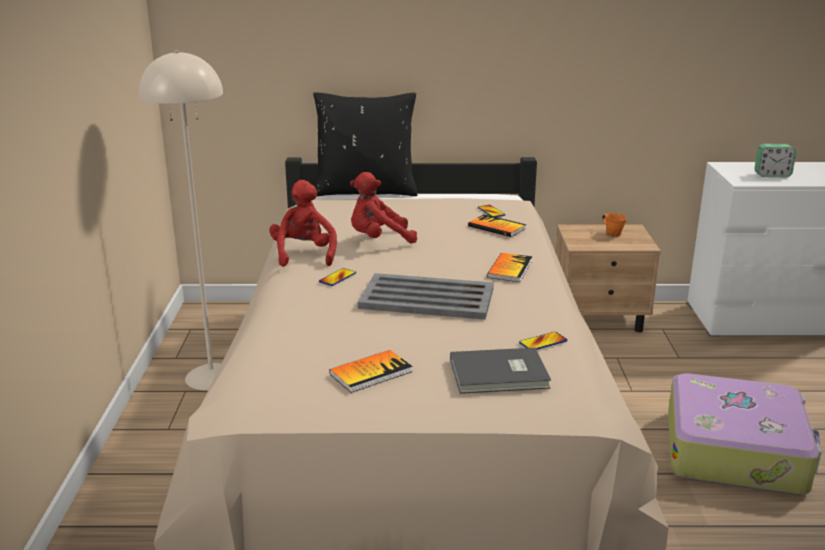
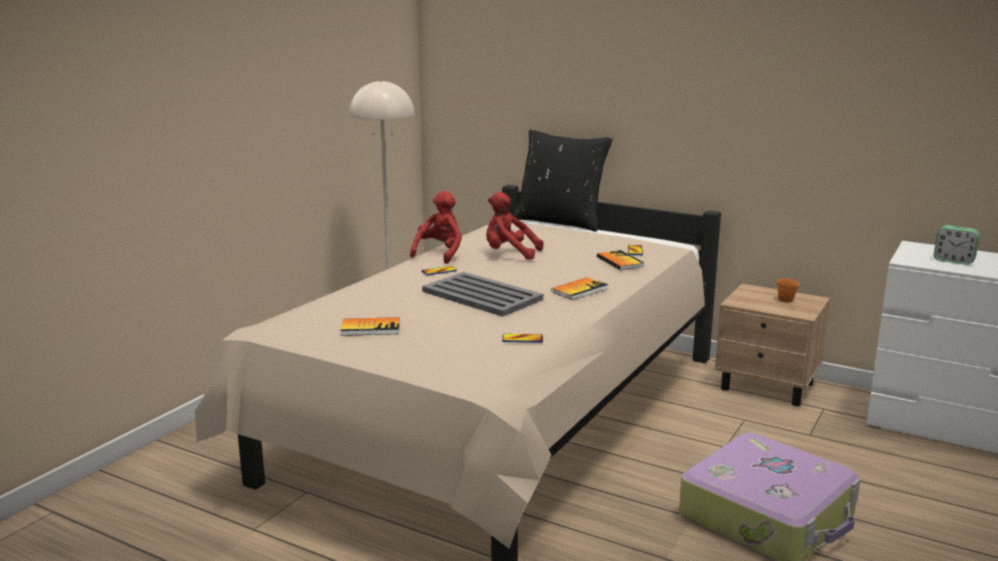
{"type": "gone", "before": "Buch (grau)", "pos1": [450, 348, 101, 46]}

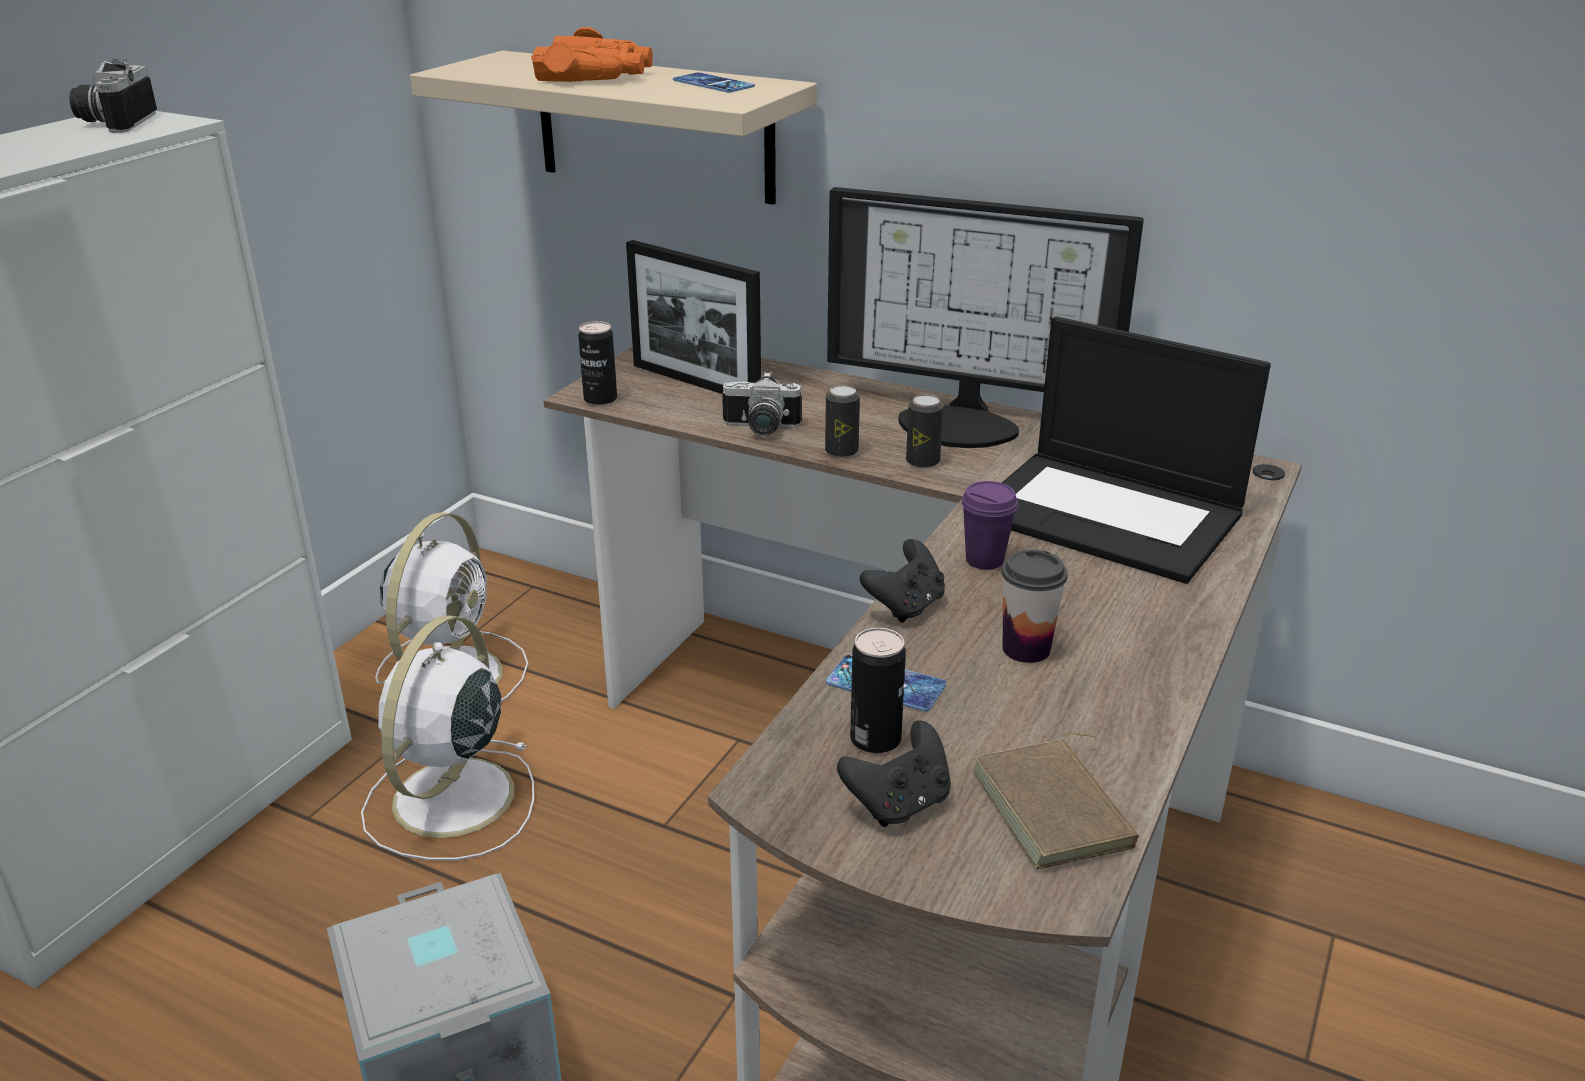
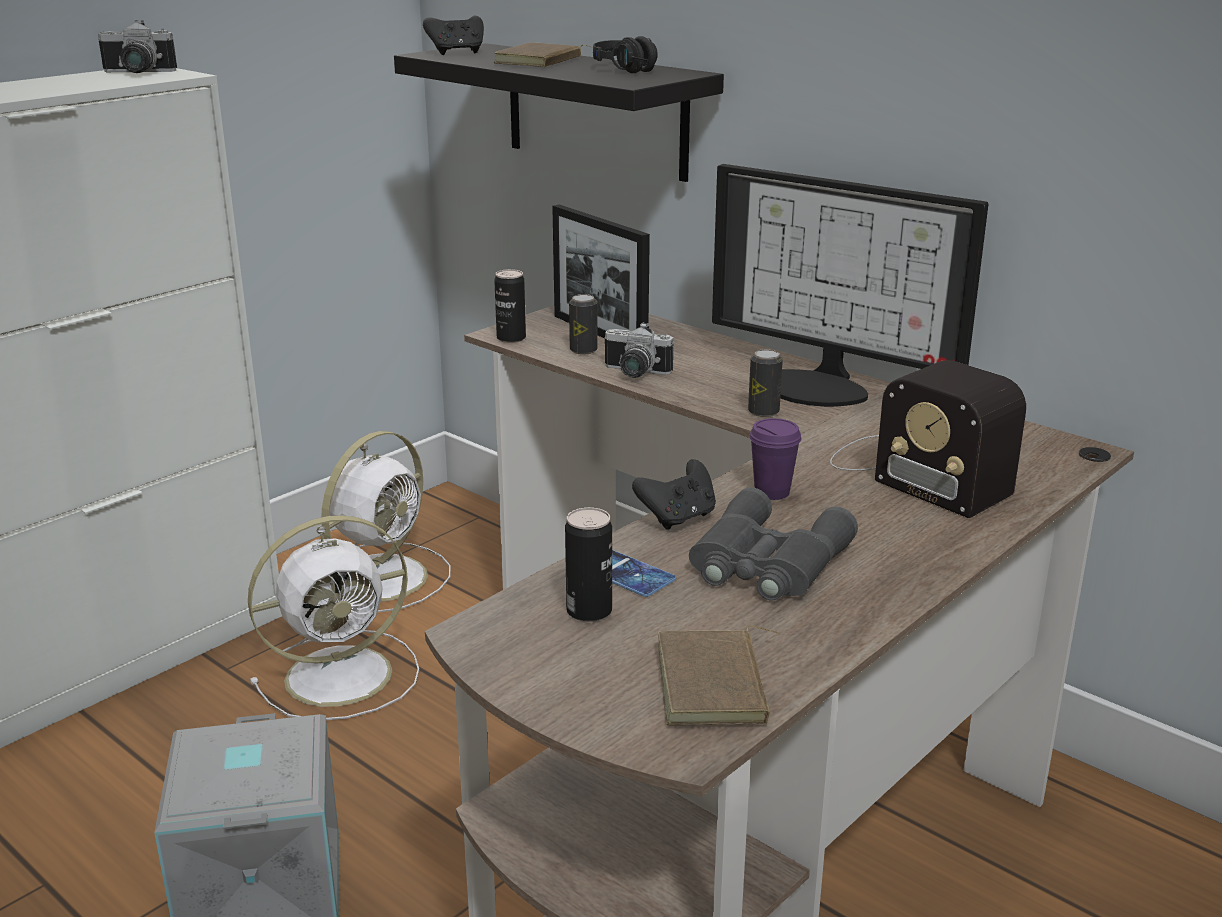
{"type": "rotated", "before": "Kamera", "pos1": [69, 59, 88, 74], "pos2": [98, 20, 79, 53], "turn": -105}
{"type": "rotated", "before": "Ventilator (weiß)", "pos1": [361, 615, 173, 246], "pos2": [248, 515, 171, 205], "turn": -150}
{"type": "repainted", "before": "Wandregal (beige)", "after": "Wandregal (schwarz)", "pos1": [410, 50, 407, 155], "pos2": [394, 43, 330, 139]}
{"type": "shifted", "before": "Gamepad (schwarz)", "pos1": [837, 720, 114, 107], "pos2": [423, 16, 61, 39]}
{"type": "swapped", "before": "Fernglas (orange)", "after": "Buch (braun)", "pos1": [531, 27, 122, 55], "pos2": [494, 42, 99, 25]}
{"type": "shifted", "before": "Dose", "pos1": [825, 385, 35, 73], "pos2": [569, 294, 29, 61]}
{"type": "swapped", "before": "Handy", "after": "Kopfhörer (schwarz)", "pos1": [673, 72, 82, 20], "pos2": [593, 36, 65, 37]}
{"type": "swapped", "before": "Tasse", "after": "Fernglas (grau)", "pos1": [1001, 549, 67, 114], "pos2": [689, 487, 169, 114]}
{"type": "swapped", "before": "Laptop", "after": "Radio", "pos1": [1002, 316, 269, 268], "pos2": [830, 360, 196, 158]}

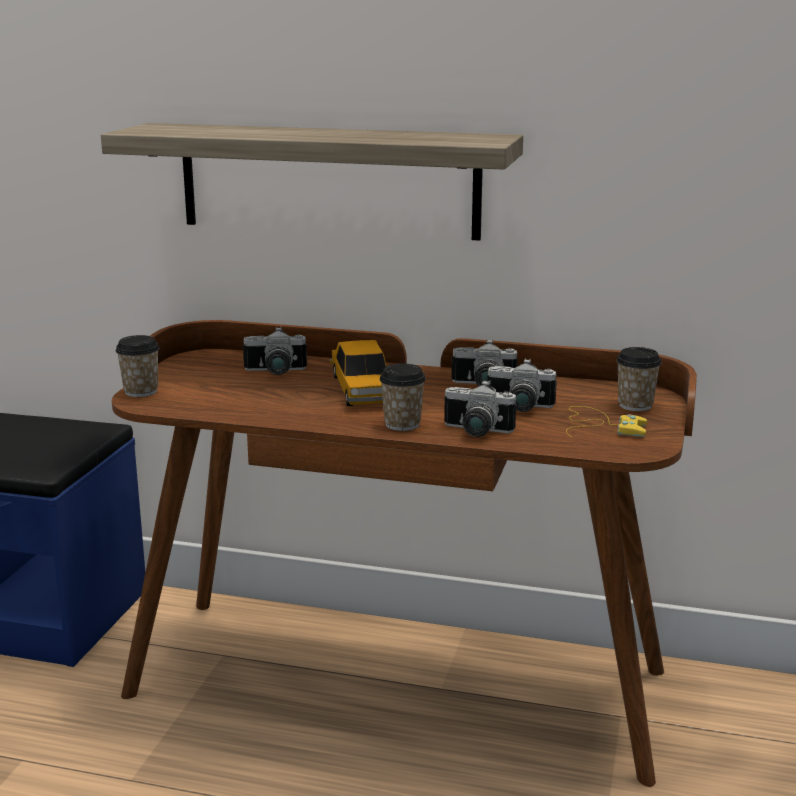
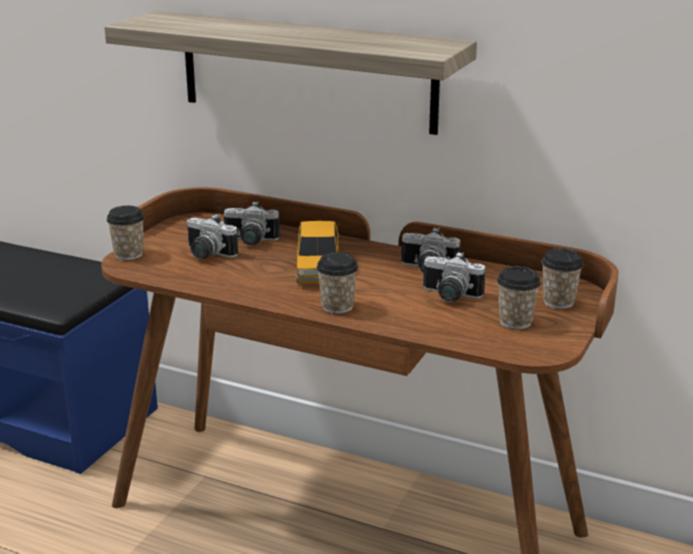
{"type": "shifted", "before": "Kamera", "pos1": [444, 380, 72, 57], "pos2": [186, 214, 52, 45]}
{"type": "swapped", "before": "Gamepad (gelb)", "after": "Tasse", "pos1": [566, 406, 81, 31], "pos2": [497, 266, 44, 63]}

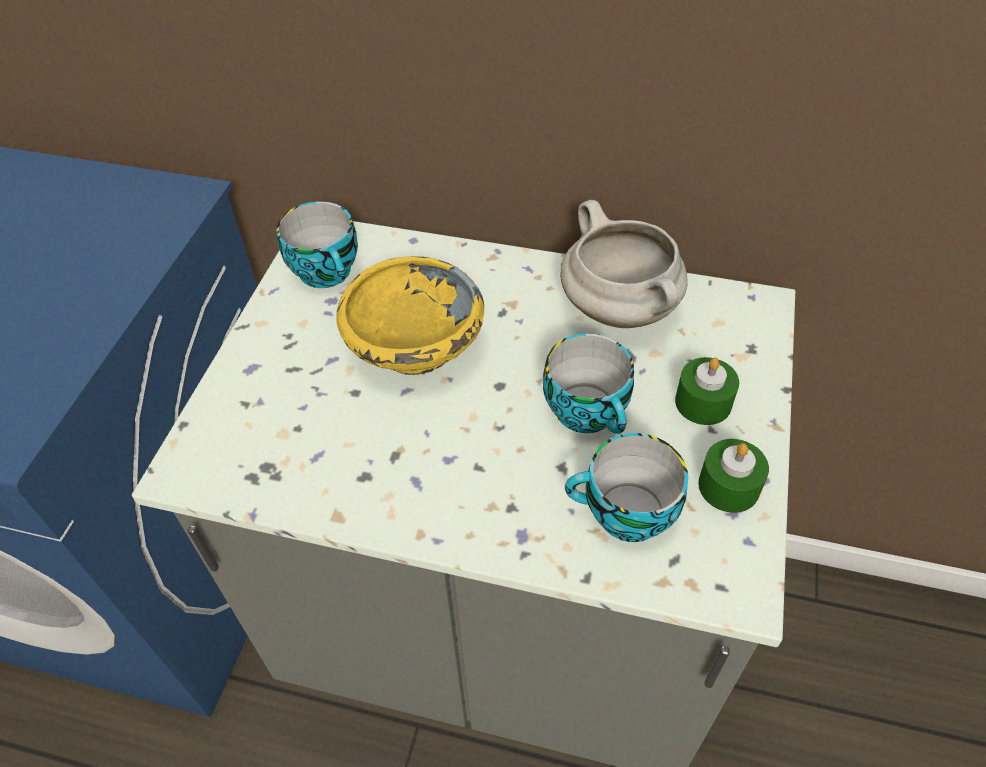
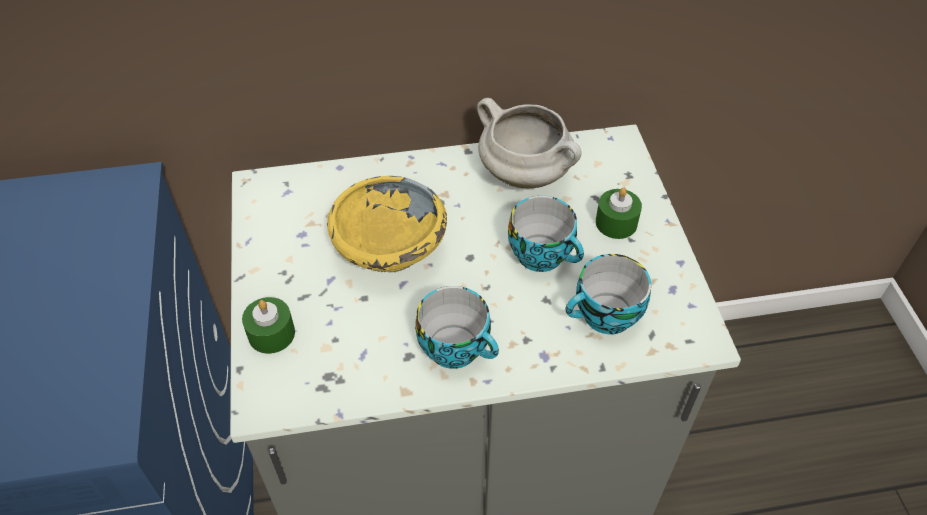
{"type": "shifted", "before": "Kerze (grün)", "pos1": [698, 439, 71, 74], "pos2": [242, 297, 53, 57]}
{"type": "shifted", "before": "Tasse", "pos1": [276, 201, 82, 87], "pos2": [415, 286, 84, 83]}

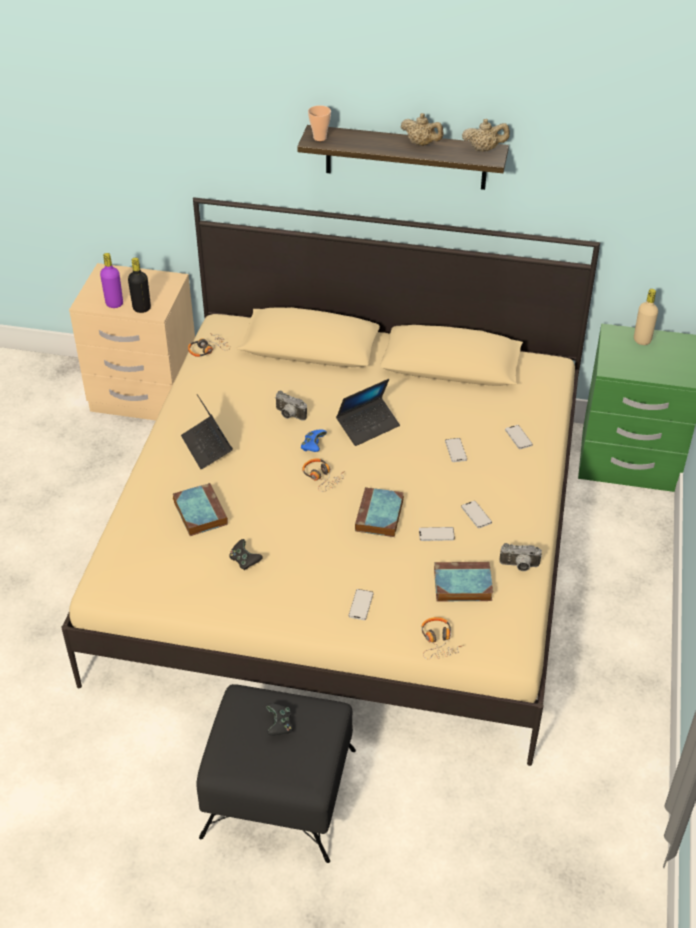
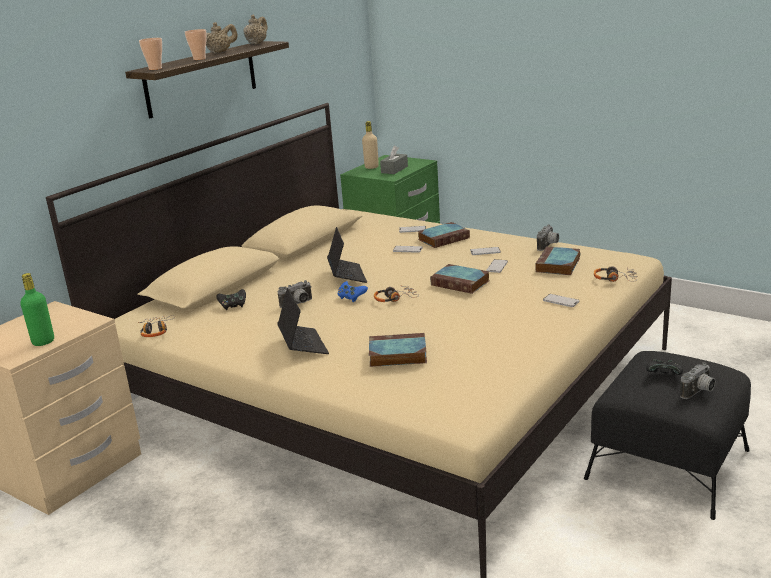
{"type": "repainted", "before": "Flasche (lila)", "after": "Flasche (grün)", "pos1": [100, 253, 23, 55], "pos2": [20, 273, 34, 73]}
{"type": "new", "after": "Tasse", "pos2": [185, 29, 22, 31]}
{"type": "shifted", "before": "Gamepad (schwarz)", "pos1": [229, 539, 34, 31], "pos2": [216, 289, 30, 21]}
{"type": "rotated", "before": "Laptop", "pos1": [181, 394, 52, 76], "pos2": [277, 288, 52, 66], "turn": -105}
{"type": "new", "after": "Taschentuchbox (grau)", "pos2": [380, 146, 28, 28]}
{"type": "new", "after": "Buch", "pos2": [418, 222, 52, 26]}
{"type": "new", "after": "Kamera", "pos2": [680, 362, 36, 37]}
{"type": "gone", "before": "Flasche (schwarz)", "pos1": [128, 258, 23, 55]}

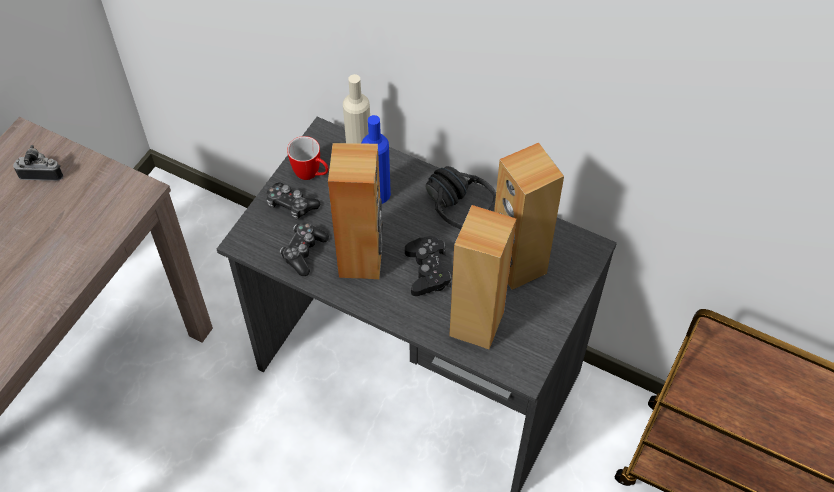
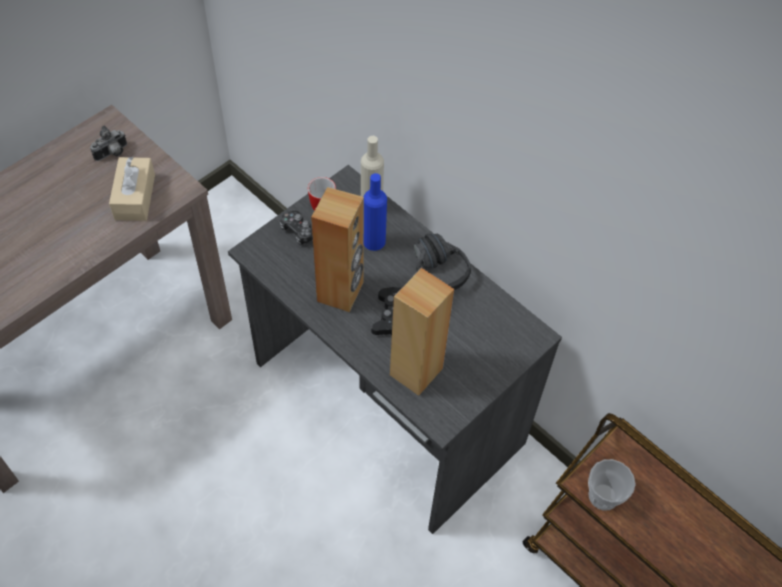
{"type": "rotated", "before": "Kamera", "pos1": [13, 145, 50, 36], "pos2": [90, 126, 37, 35], "turn": 120}
{"type": "new", "after": "Taschentuchbox (beige)", "pos2": [109, 157, 46, 64]}
{"type": "new", "after": "Tasse", "pos2": [588, 459, 48, 52]}
{"type": "gone", "before": "Gamepad", "pos1": [280, 222, 49, 54]}
{"type": "gone", "before": "Lautsprecher (braun)", "pos1": [494, 143, 70, 147]}

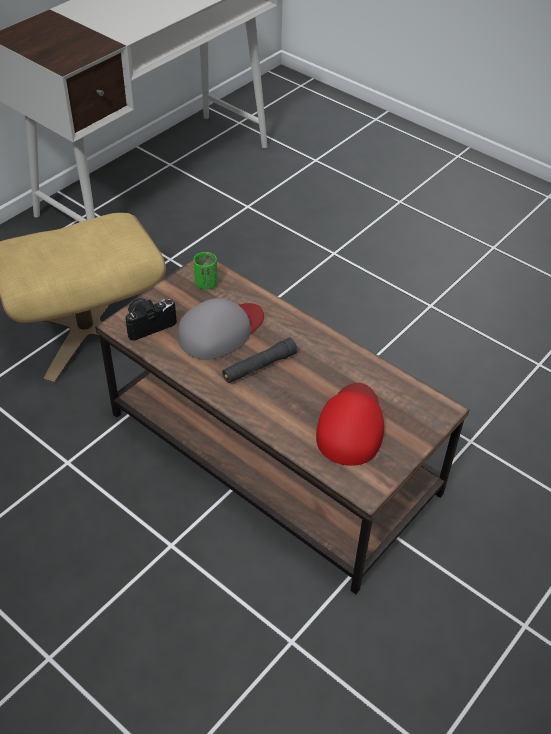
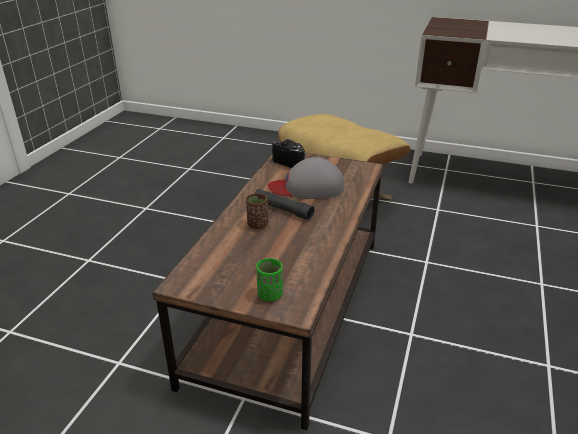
{"type": "new", "after": "Tasse (braun)", "pos2": [246, 193, 22, 36]}
{"type": "shifted", "before": "Tasse (grün)", "pos1": [194, 252, 24, 38], "pos2": [256, 258, 27, 43]}
{"type": "rotated", "before": "Kappe (grau)", "pos1": [178, 298, 86, 62], "pos2": [267, 157, 77, 42], "turn": 150}
{"type": "gone", "before": "Kappe (rot)", "pos1": [316, 383, 68, 83]}

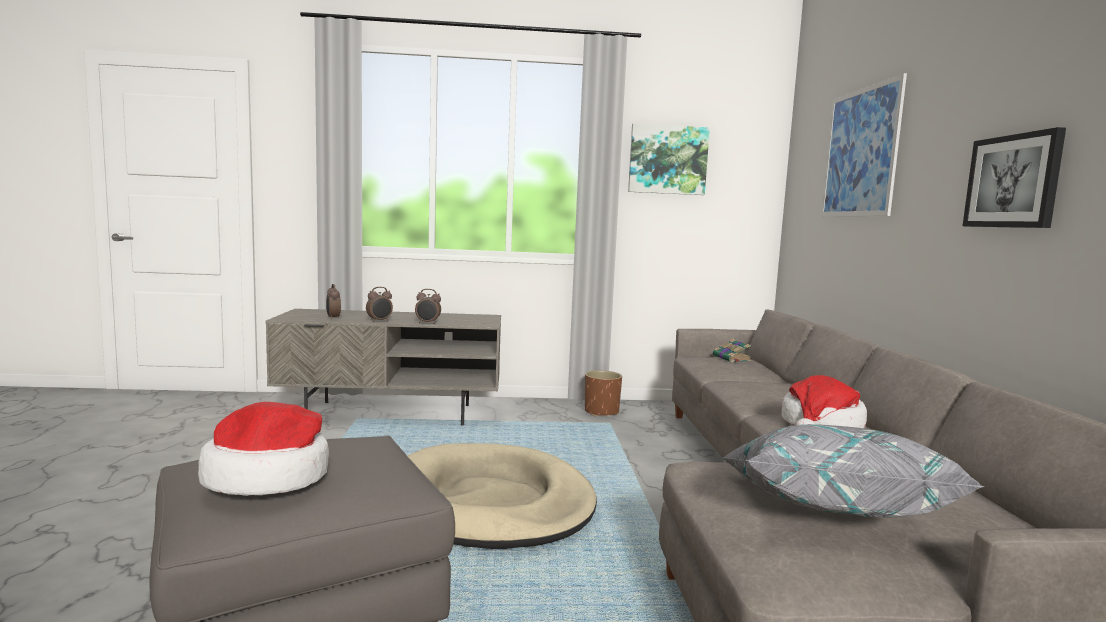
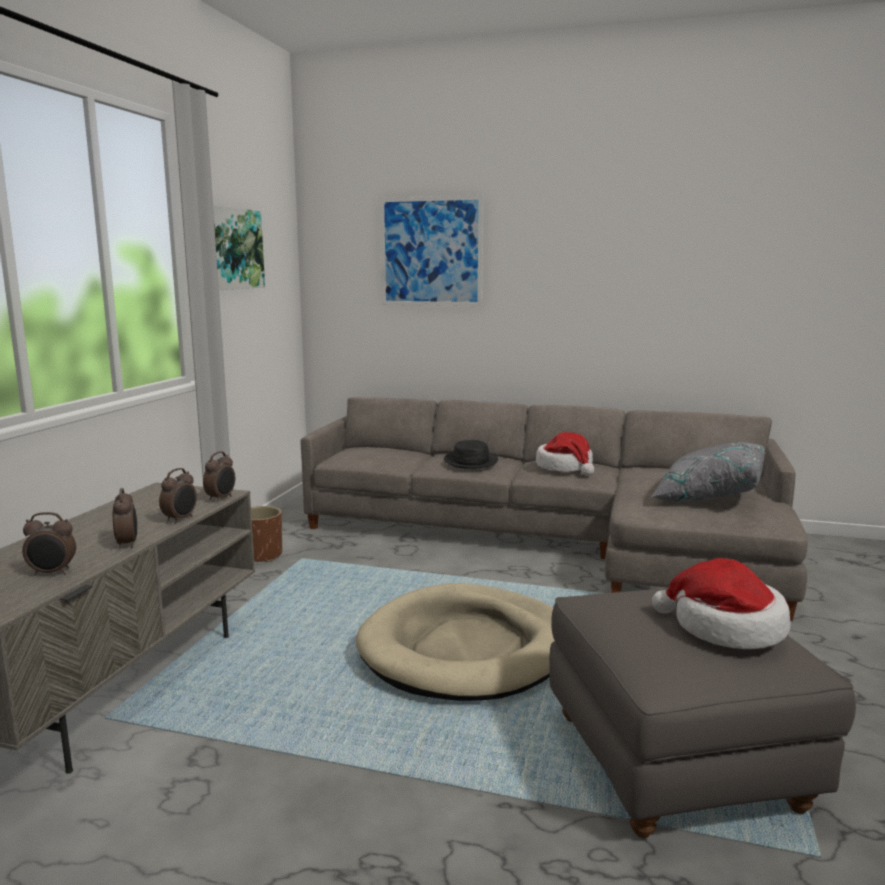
{"type": "new", "after": "Wecker", "pos2": [203, 451, 32, 51]}
{"type": "new", "after": "Hut (schwarz)", "pos2": [444, 440, 54, 29]}
{"type": "gone", "before": "Buch", "pos1": [713, 339, 39, 23]}
{"type": "gone", "before": "Bild", "pos1": [963, 127, 103, 101]}

